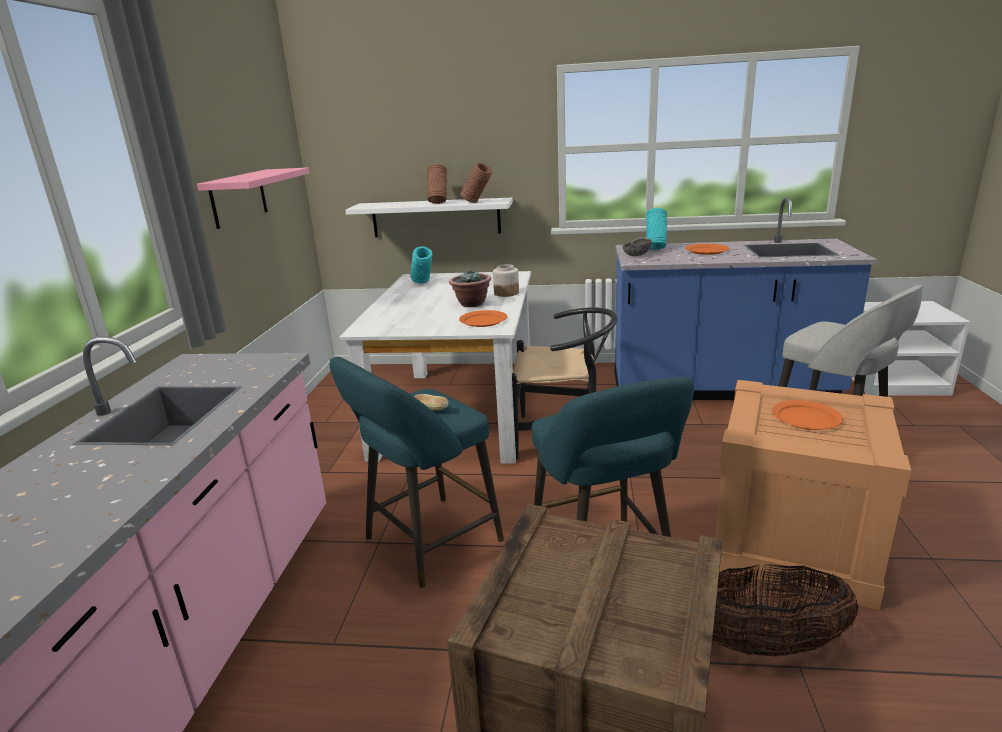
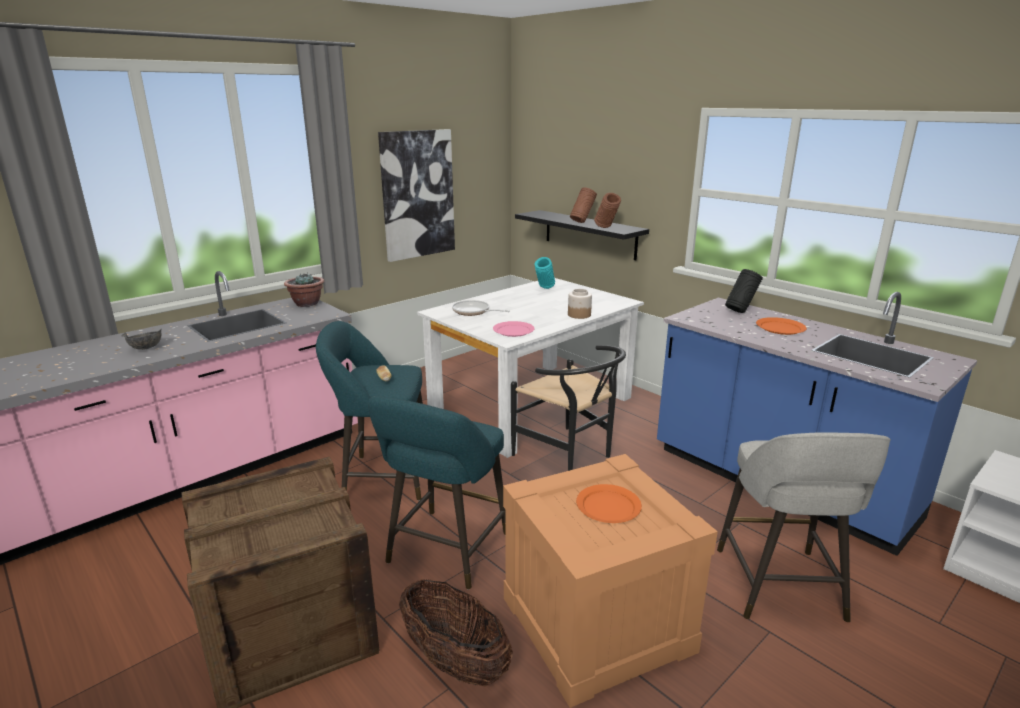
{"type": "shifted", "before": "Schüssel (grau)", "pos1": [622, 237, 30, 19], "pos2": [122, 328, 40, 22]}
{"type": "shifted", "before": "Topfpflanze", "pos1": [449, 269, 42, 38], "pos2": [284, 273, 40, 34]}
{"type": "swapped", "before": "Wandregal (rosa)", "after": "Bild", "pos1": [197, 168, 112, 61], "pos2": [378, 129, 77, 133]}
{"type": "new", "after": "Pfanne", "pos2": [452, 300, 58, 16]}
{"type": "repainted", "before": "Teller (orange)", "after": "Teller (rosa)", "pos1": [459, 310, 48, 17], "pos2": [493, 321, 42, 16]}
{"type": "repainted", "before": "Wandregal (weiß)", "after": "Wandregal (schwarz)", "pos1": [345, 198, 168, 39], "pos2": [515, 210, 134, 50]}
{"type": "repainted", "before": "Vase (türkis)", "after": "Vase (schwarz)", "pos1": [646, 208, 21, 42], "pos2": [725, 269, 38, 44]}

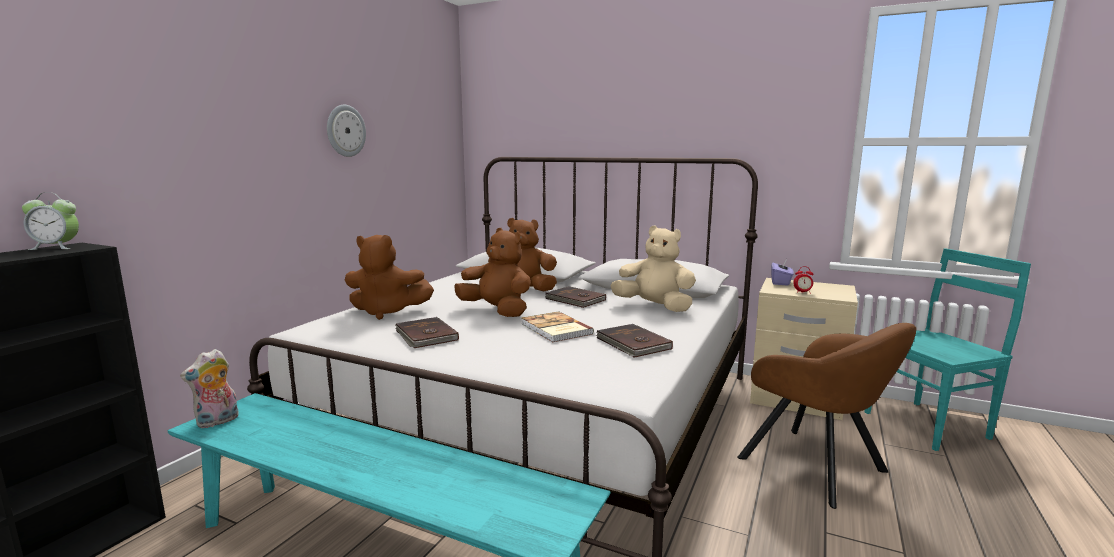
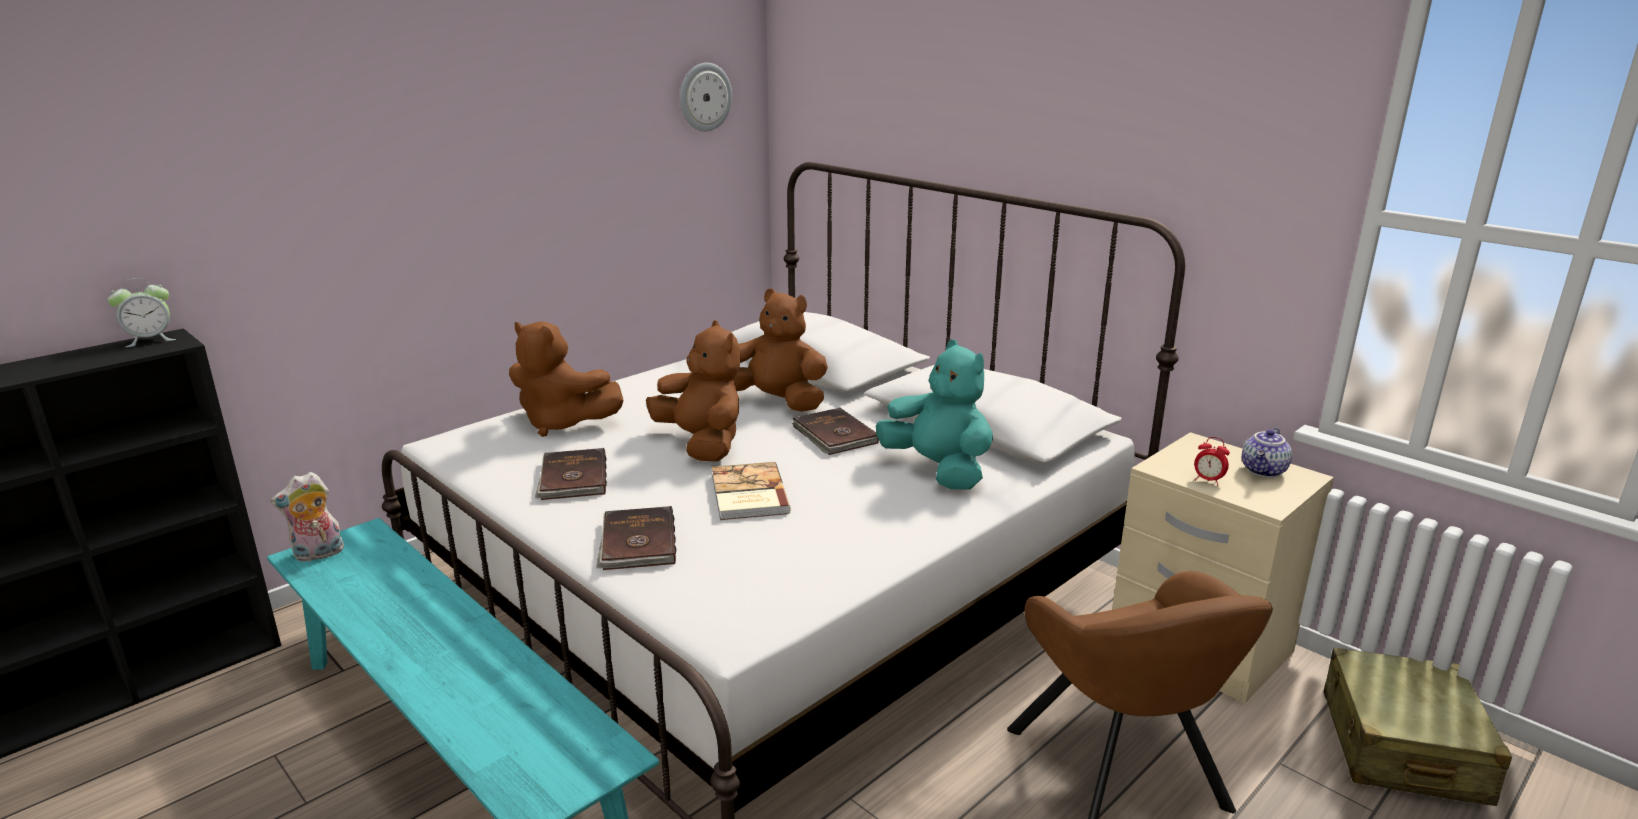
{"type": "rotated", "before": "Wecker", "pos1": [22, 192, 57, 58], "pos2": [108, 278, 68, 69], "turn": -45}
{"type": "shifted", "before": "Buch (braun)", "pos1": [596, 324, 77, 34], "pos2": [596, 506, 80, 64]}
{"type": "shifted", "before": "Wanduhr", "pos1": [327, 105, 39, 52], "pos2": [680, 63, 52, 69]}
{"type": "repainted", "before": "Plüschtier (beige)", "after": "Plüschtier (türkis)", "pos1": [610, 226, 86, 86], "pos2": [876, 339, 117, 151]}
{"type": "new", "after": "Teekanne", "pos2": [1242, 428, 50, 50]}
{"type": "swapped", "before": "Stuhl (türkis)", "after": "Koffer (beige)", "pos1": [865, 248, 166, 203], "pos2": [1324, 648, 188, 158]}
{"type": "gone", "before": "Taschentuchbox (lila)", "pos1": [771, 259, 23, 27]}

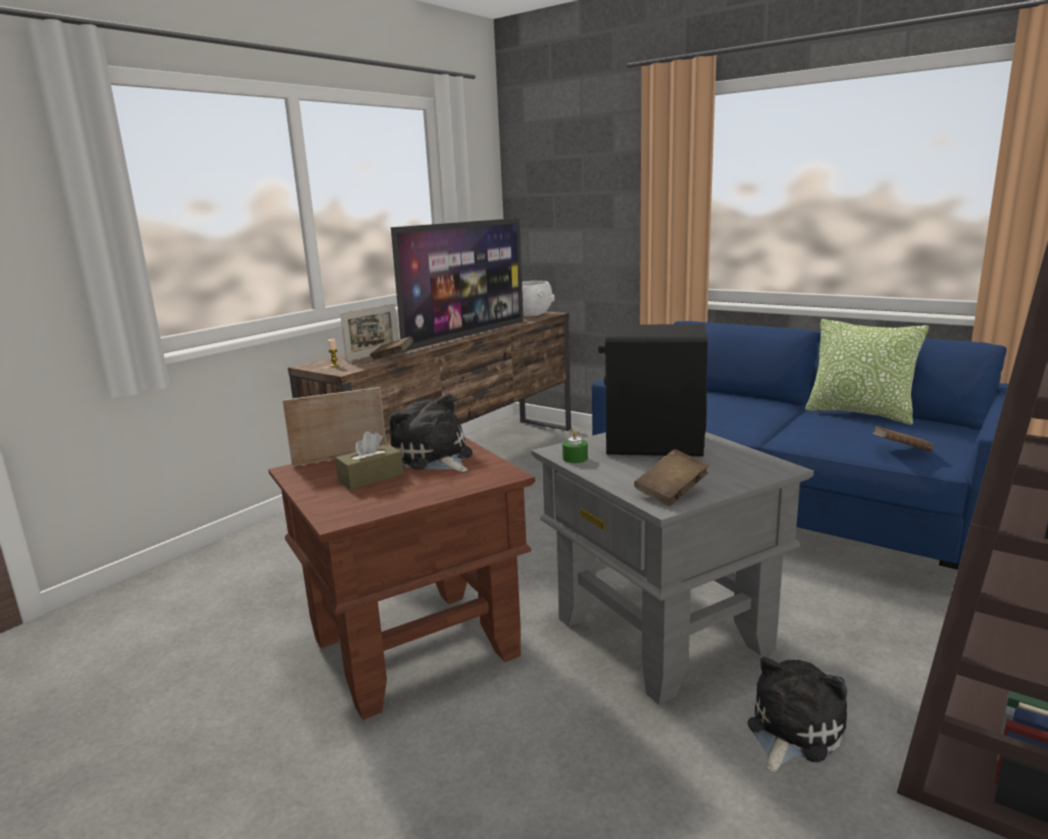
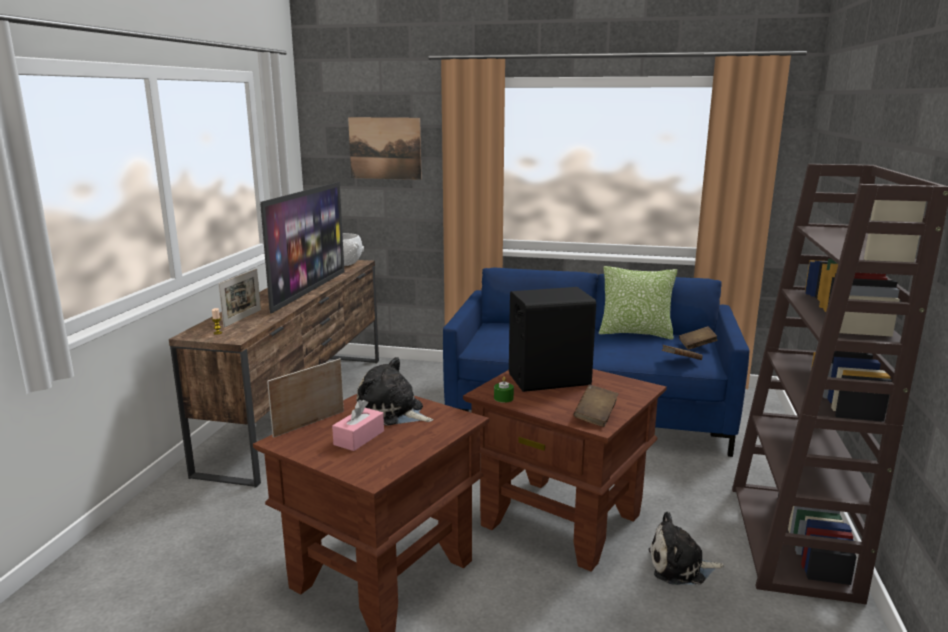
{"type": "repainted", "before": "Taschentuchbox (braun)", "after": "Taschentuchbox (rosa)", "pos1": [335, 431, 69, 59], "pos2": [332, 400, 52, 51]}
{"type": "new", "after": "Bild", "pos2": [348, 117, 74, 63]}
{"type": "repainted", "before": "Beistelltisch (grau)", "after": "Beistelltisch (braun)", "pos1": [531, 432, 283, 273], "pos2": [463, 369, 204, 202]}
{"type": "rotated", "before": "Plüschtier", "pos1": [748, 657, 99, 115], "pos2": [648, 512, 76, 73], "turn": -105}
{"type": "shifted", "before": "Buch (braun)", "pos1": [370, 336, 44, 24], "pos2": [679, 326, 39, 24]}

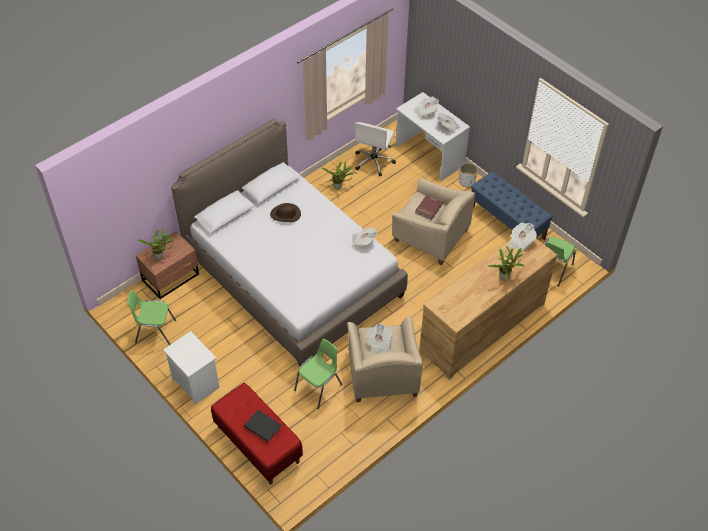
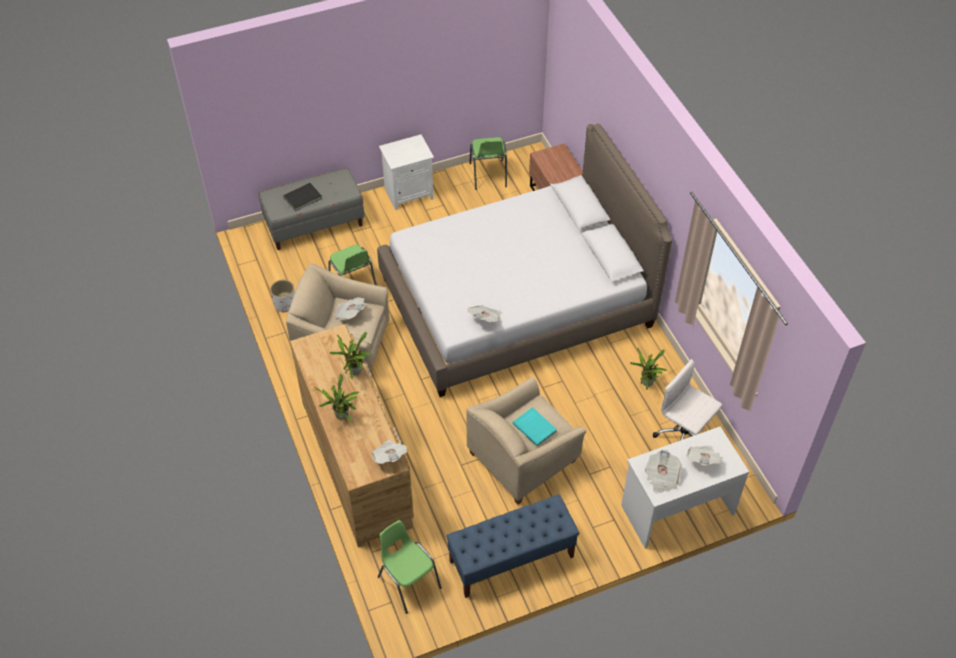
{"type": "repainted", "before": "Bank (rot)", "after": "Bank (grau)", "pos1": [211, 383, 92, 102], "pos2": [259, 168, 106, 82]}
{"type": "shifted", "before": "Pflanzkübel (weiß)", "pos1": [459, 163, 19, 24], "pos2": [270, 280, 25, 33]}
{"type": "shifted", "before": "Topfpflanze", "pos1": [137, 229, 41, 31], "pos2": [330, 332, 41, 47]}
{"type": "rotated", "before": "Stuhl (grün)", "pos1": [127, 290, 49, 55], "pos2": [469, 137, 38, 53], "turn": 150}
{"type": "repainted", "before": "Buch (rot)", "after": "Buch (türkis)", "pos1": [415, 195, 28, 25], "pos2": [513, 407, 44, 39]}
{"type": "gone", "before": "Hut (braun)", "pos1": [270, 203, 31, 19]}

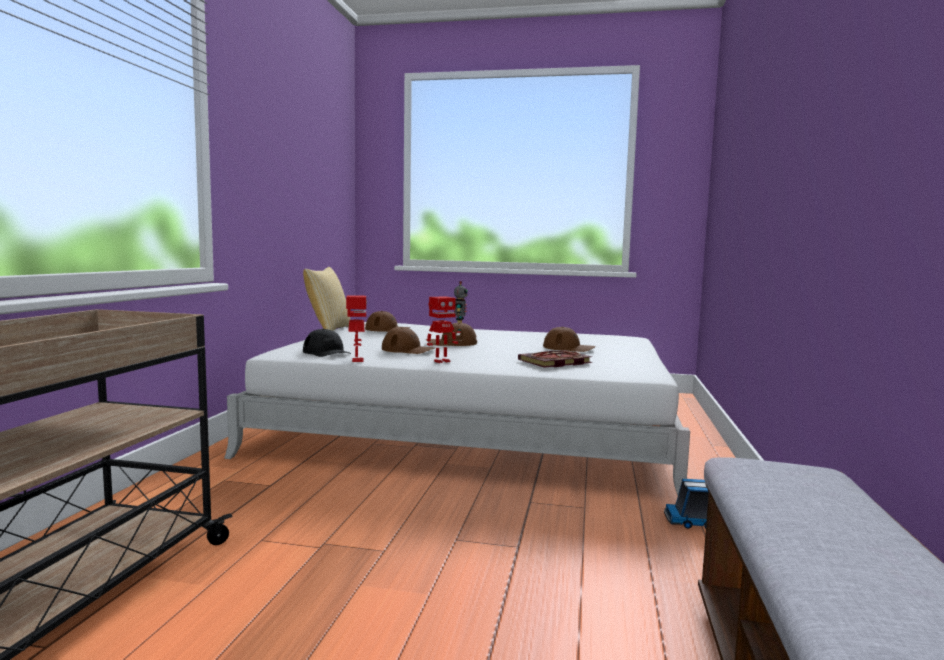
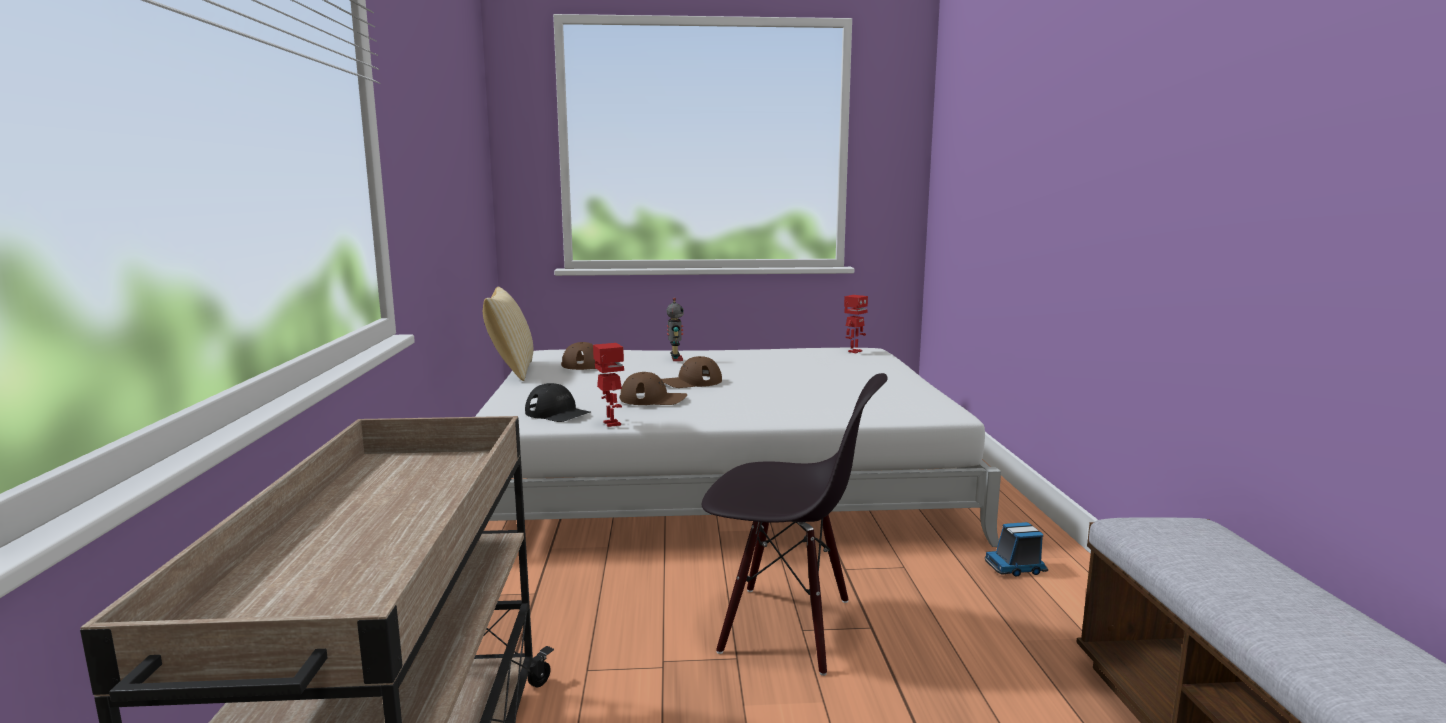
{"type": "new", "after": "Stuhl (schwarz)", "pos2": [702, 373, 186, 303]}
{"type": "shifted", "before": "Spielzeugroboter", "pos1": [427, 296, 31, 67], "pos2": [844, 295, 24, 58]}
{"type": "gone", "before": "Buch", "pos1": [518, 350, 74, 18]}
{"type": "gone", "before": "Kappe (braun)", "pos1": [543, 327, 53, 25]}

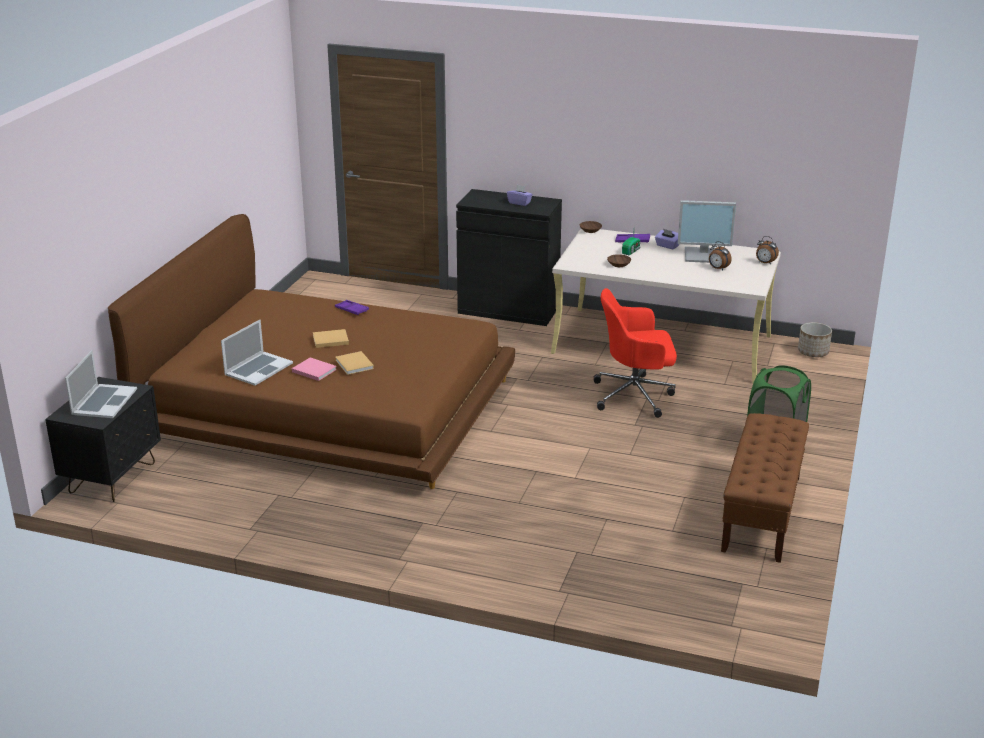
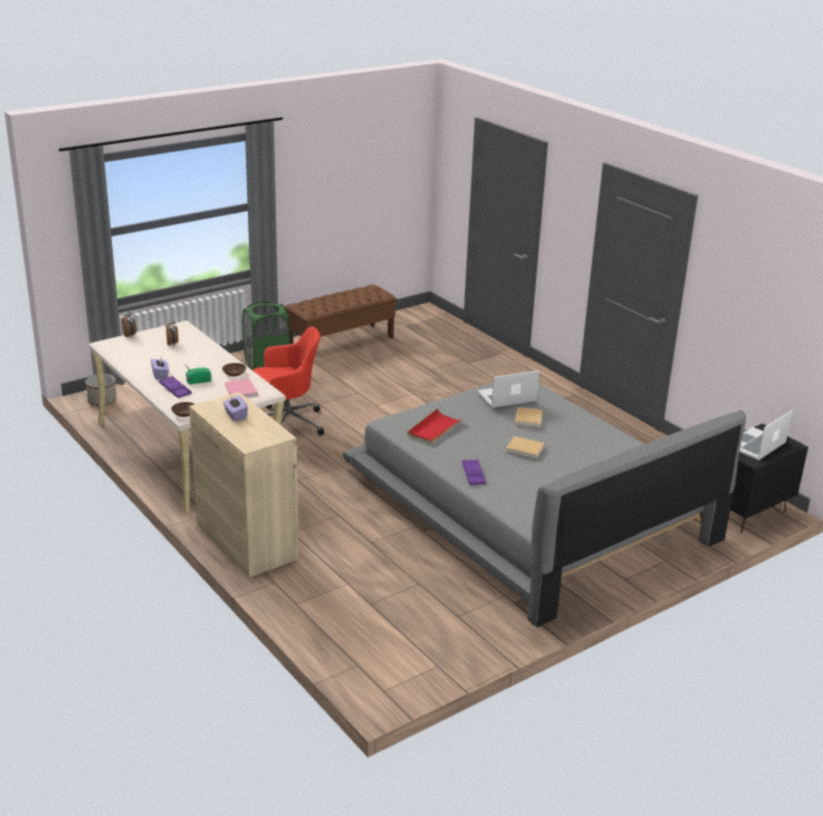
{"type": "repainted", "before": "Schrank (schwarz)", "after": "Schrank (beige)", "pos1": [456, 189, 106, 137], "pos2": [189, 392, 110, 186]}
{"type": "shifted", "before": "Buch (rosa)", "pos1": [292, 357, 45, 24], "pos2": [224, 379, 34, 19]}
{"type": "rotated", "before": "Bürostuhl (rot)", "pos1": [593, 288, 84, 130], "pos2": [253, 327, 71, 109], "turn": -45}
{"type": "repainted", "before": "Bett (braun)", "after": "Bett (grau)", "pos1": [108, 214, 407, 275], "pos2": [343, 383, 403, 244]}
{"type": "new", "after": "Tablett (rot)", "pos2": [407, 408, 57, 36]}
{"type": "shifted", "before": "Laptop", "pos1": [221, 319, 72, 67], "pos2": [477, 370, 62, 38]}
{"type": "gone", "before": "Monitor", "pos1": [678, 200, 58, 63]}

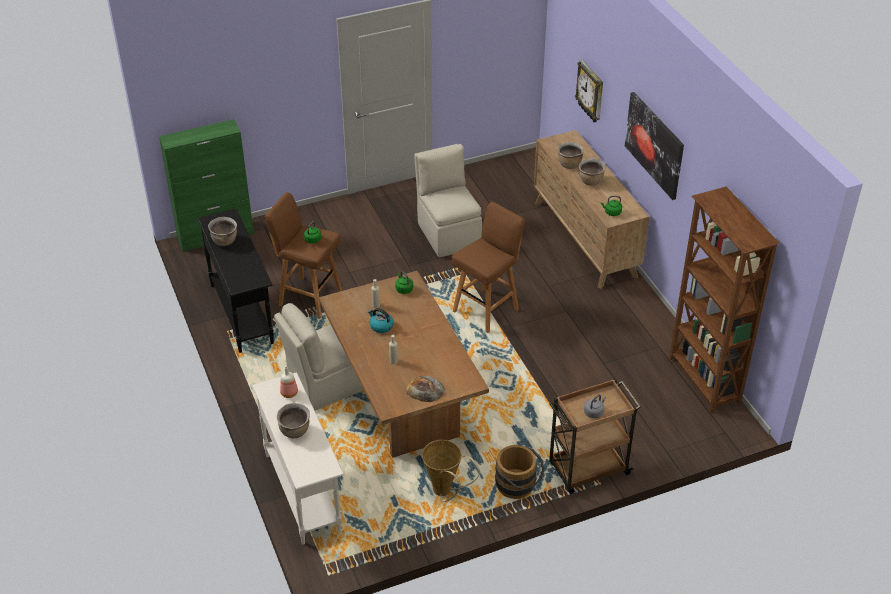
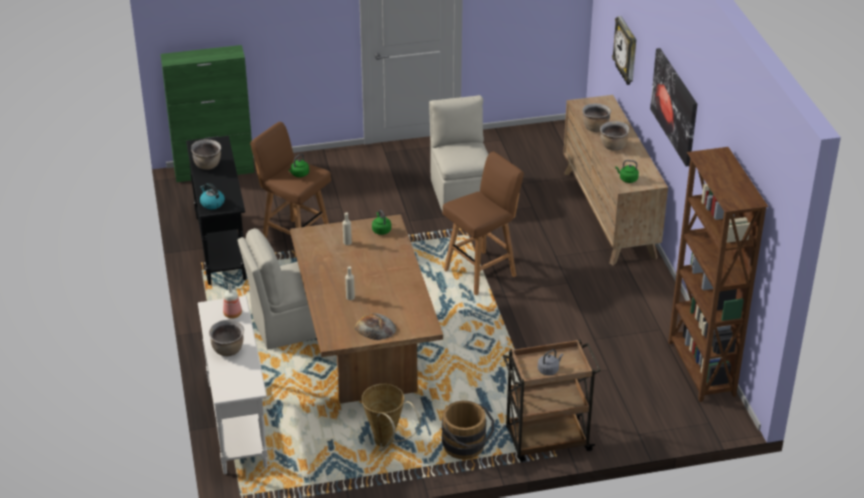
{"type": "shifted", "before": "Wasserkessel", "pos1": [368, 308, 26, 25], "pos2": [200, 183, 25, 26]}

